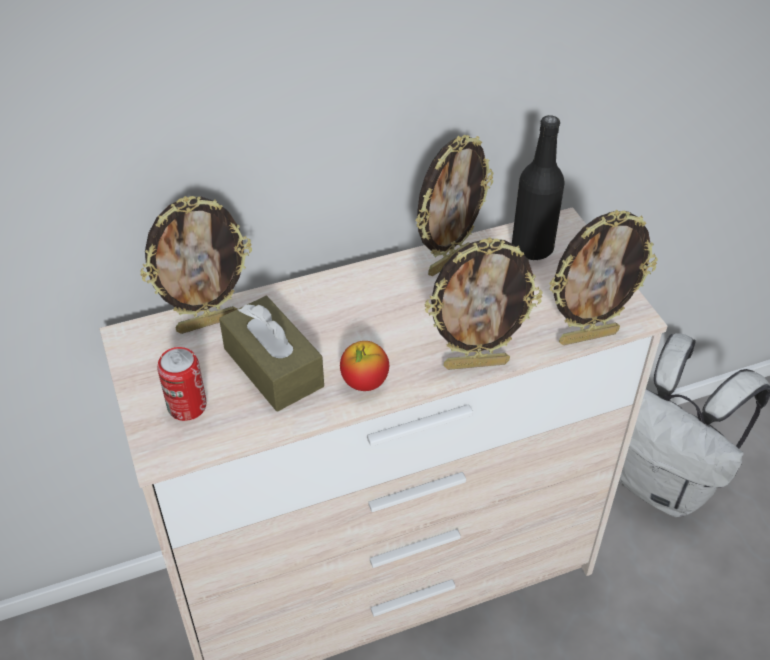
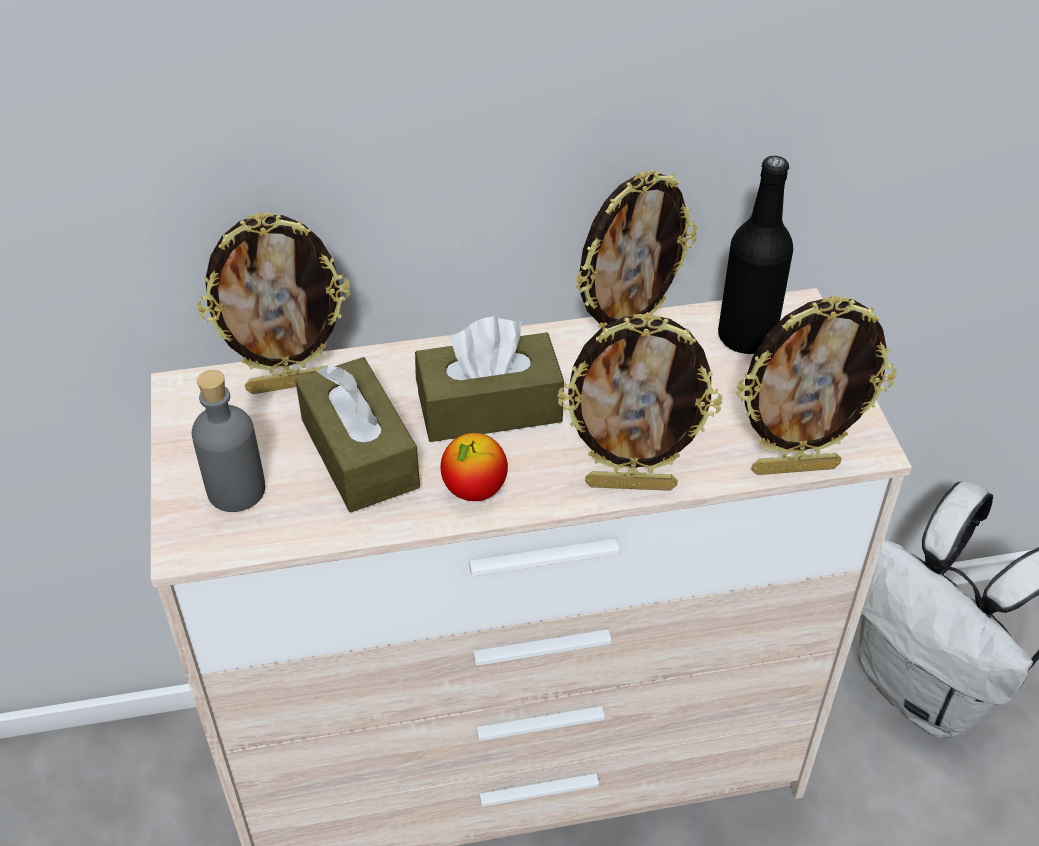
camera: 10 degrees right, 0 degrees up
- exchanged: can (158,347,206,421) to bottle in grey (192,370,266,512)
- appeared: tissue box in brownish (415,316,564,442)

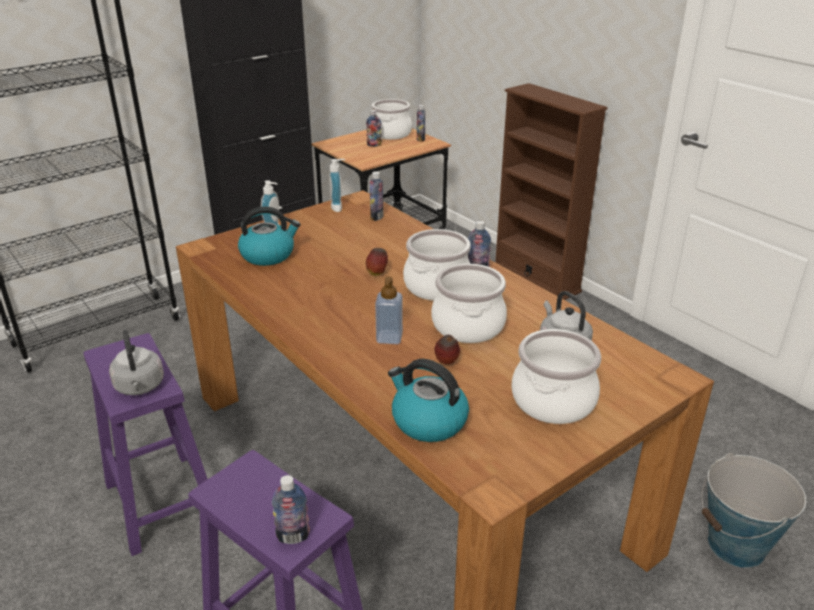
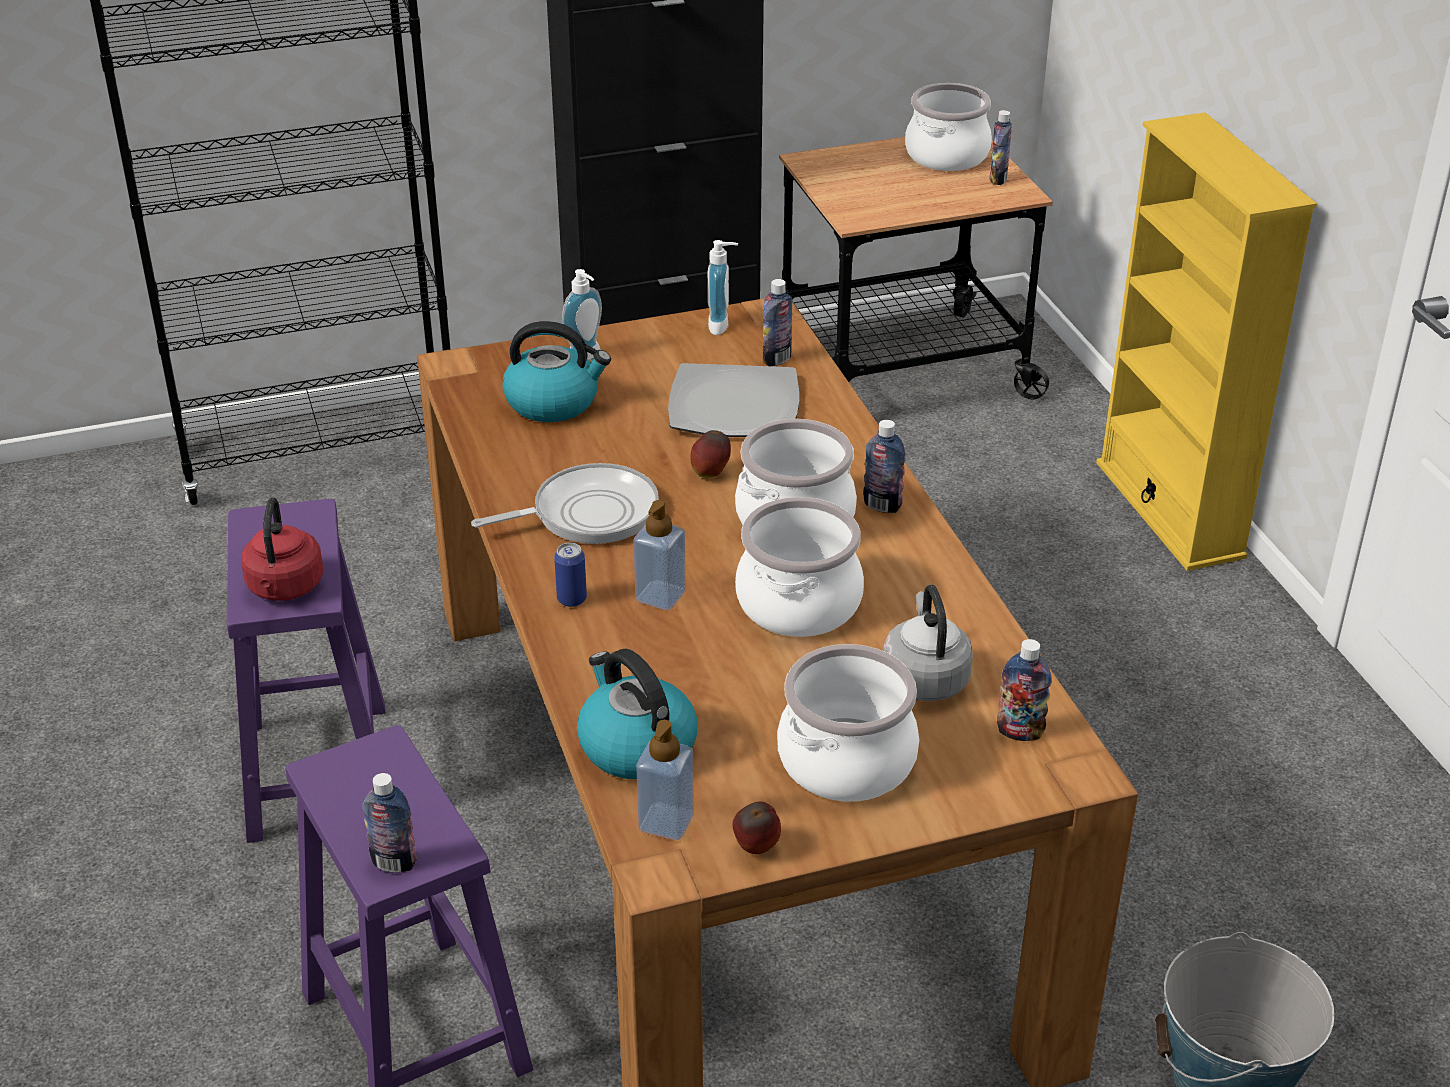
camera: 20 degrees right, 5 degrees up
- colour: bookcase in brownish (495,83,608,300) to bookcase in yellowish (1096,112,1317,571)
- relocated: bottle (366,110,382,147) to (997,639,1052,741)
- colour: kettle in grey (109,330,164,395) to kettle in red (241,497,323,601)
- relocated: whole apple (434,335,460,364) to (732,801,781,854)
- appeared: plate (668,363,799,437)
- appeared: frying pan (471,463,659,544)
- appeared: can (554,543,587,607)
- appeared: liquid soap bottle (636,720,694,840)

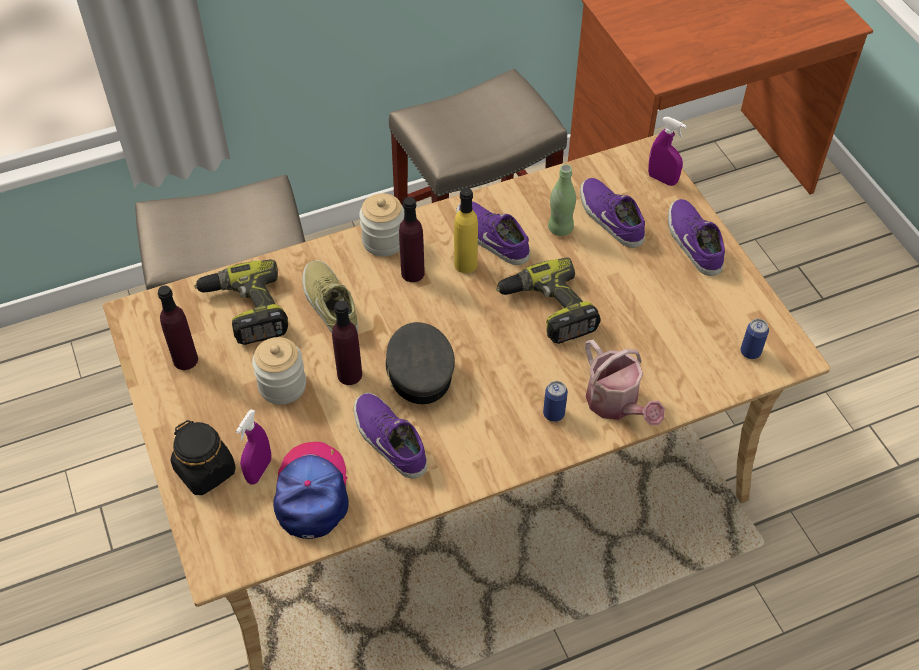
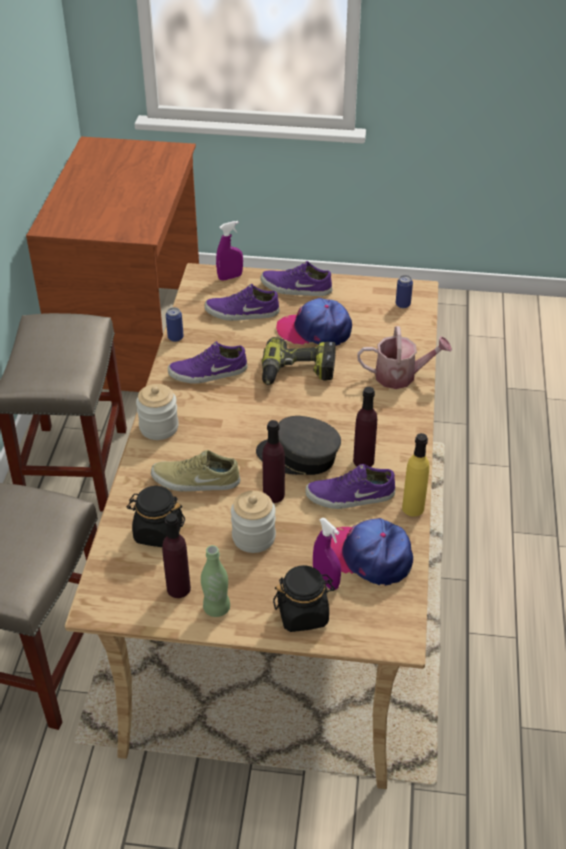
camera: 60 degrees left, 10 degrees down
- relocated: bottle in green (548,164,576,236) to (201,545,230,617)
- relocated: bottle in yellowish (454,188,478,273) to (402,433,429,517)
- relocated: bottle in purplish (399,197,425,282) to (353,387,377,467)
- exchanged: drill (194,259,288,345) to preserve jar in black (127,486,185,547)
- relocated: can (543,381,568,422) to (166,307,184,342)
- appeared: peaked cap (276,298,352,346)

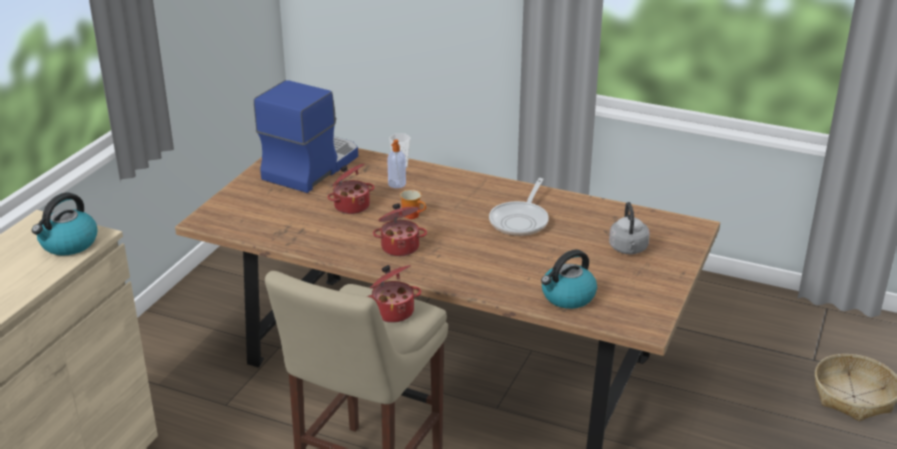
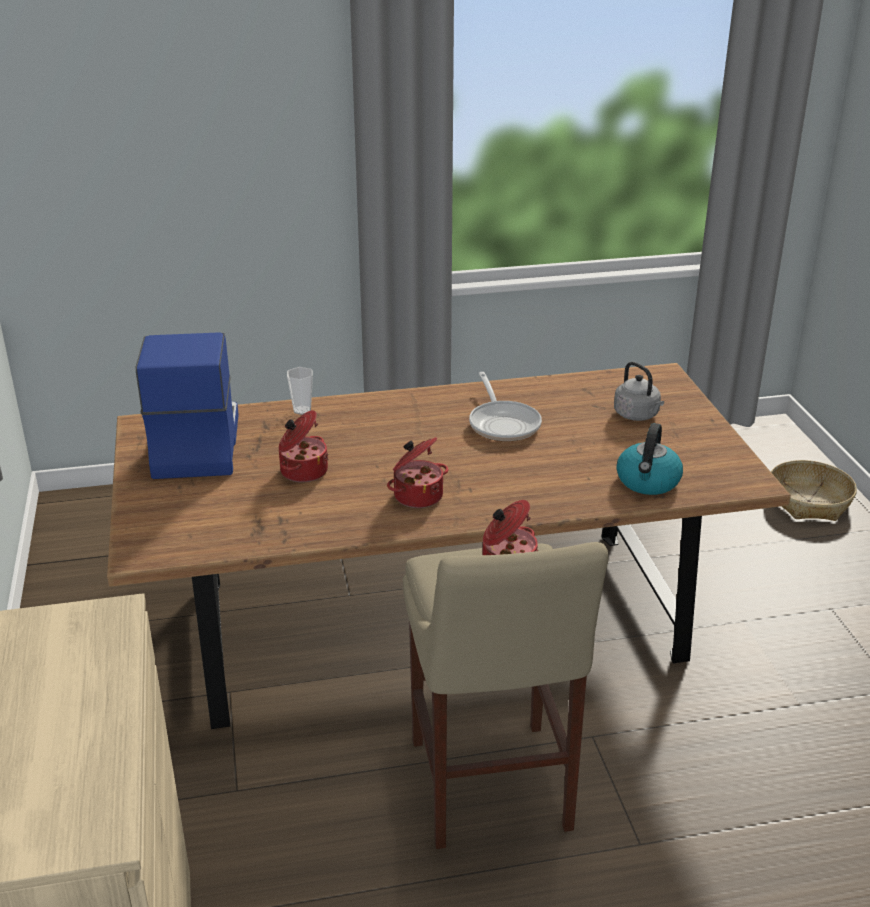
camera: 35 degrees left, 0 degrees up
- missing: liquid soap bottle (387,139,406,188)
- missing: tea mug (400,189,426,219)
- missing: kettle (32,193,97,255)

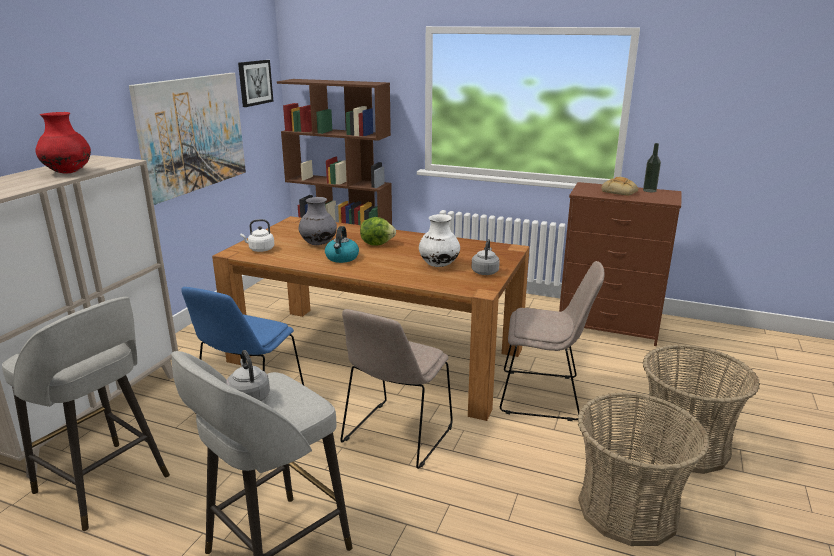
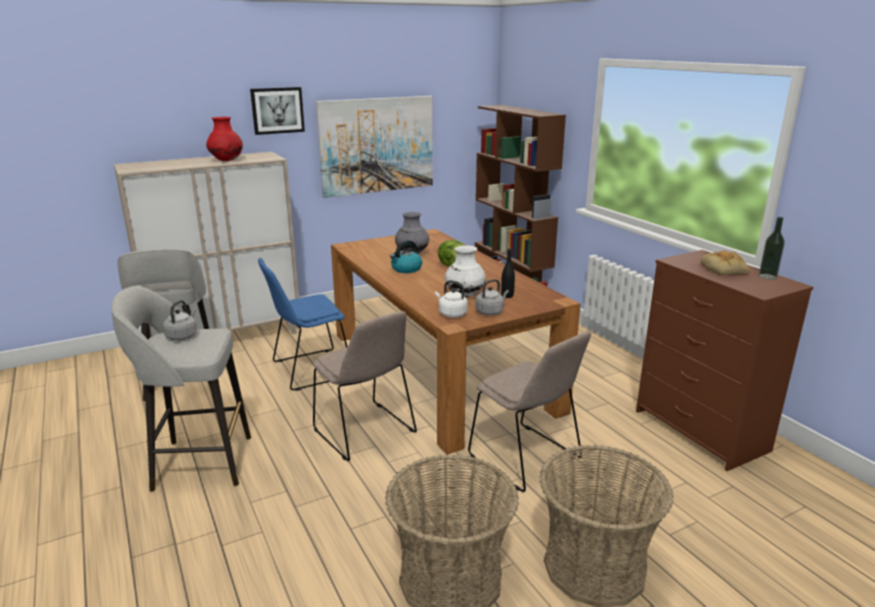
camera: 40 degrees right, 0 degrees up
- relocated: picture (238,60,273,107) to (250,87,305,135)
- relocated: kettle in whitish (240,219,274,252) to (435,280,468,318)
- spun: plain chair in beige (340,309,453,469) = (313,311,417,461) 105 degrees counterclockwise
- appeared: bottle in black (501,248,515,298)

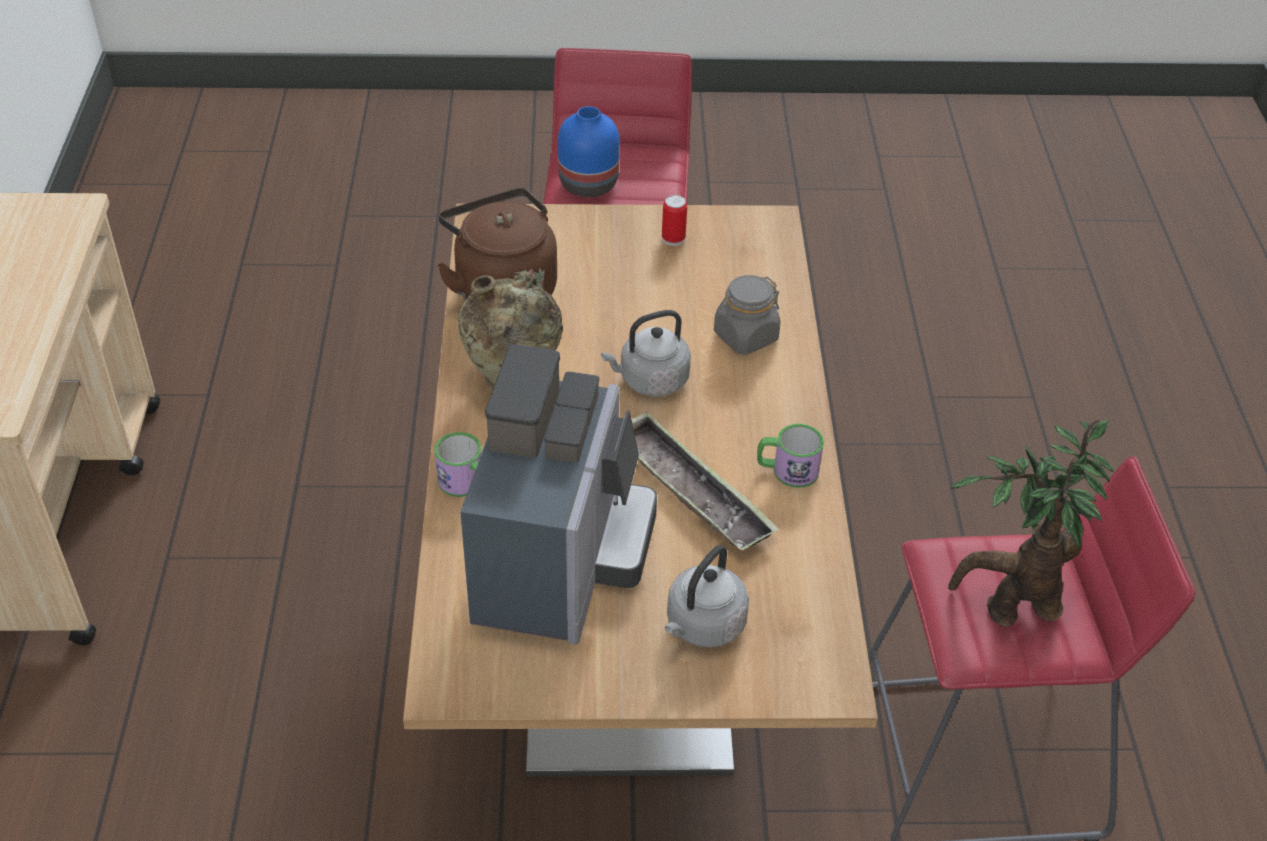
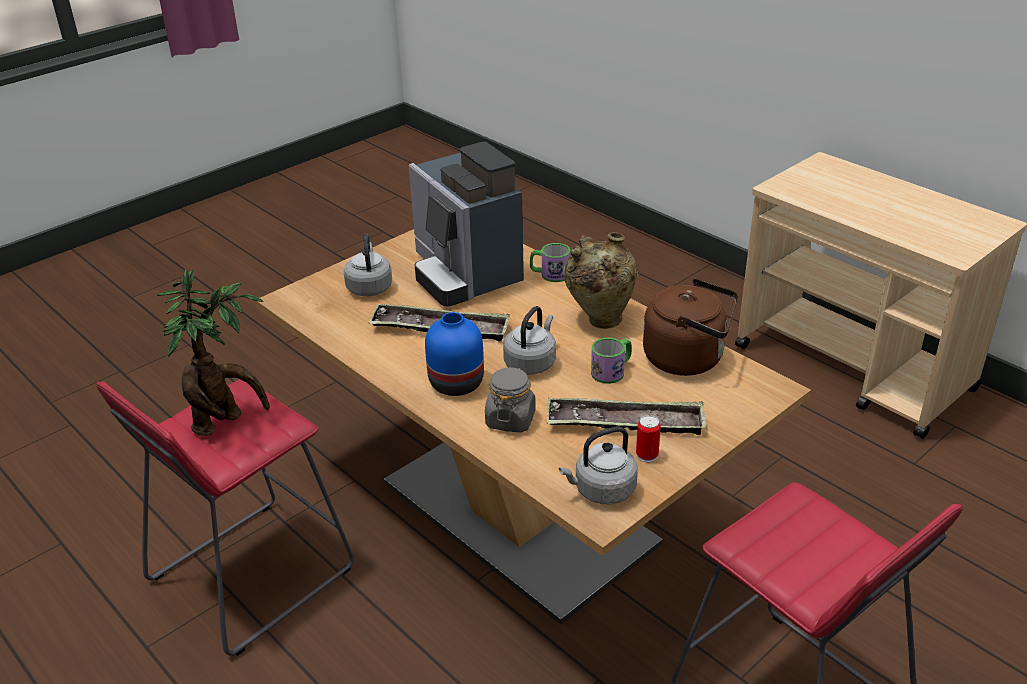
camera: 140 degrees right, 10 degrees down
- relocated: decorative vase in blue-coloured (558,106,620,197) to (425,312,484,396)
- relocated: tea mug (757,424,824,488) to (591,338,632,384)
- appeared: tray (547,398,706,435)
- appeared: kettle in grey (559,427,638,504)

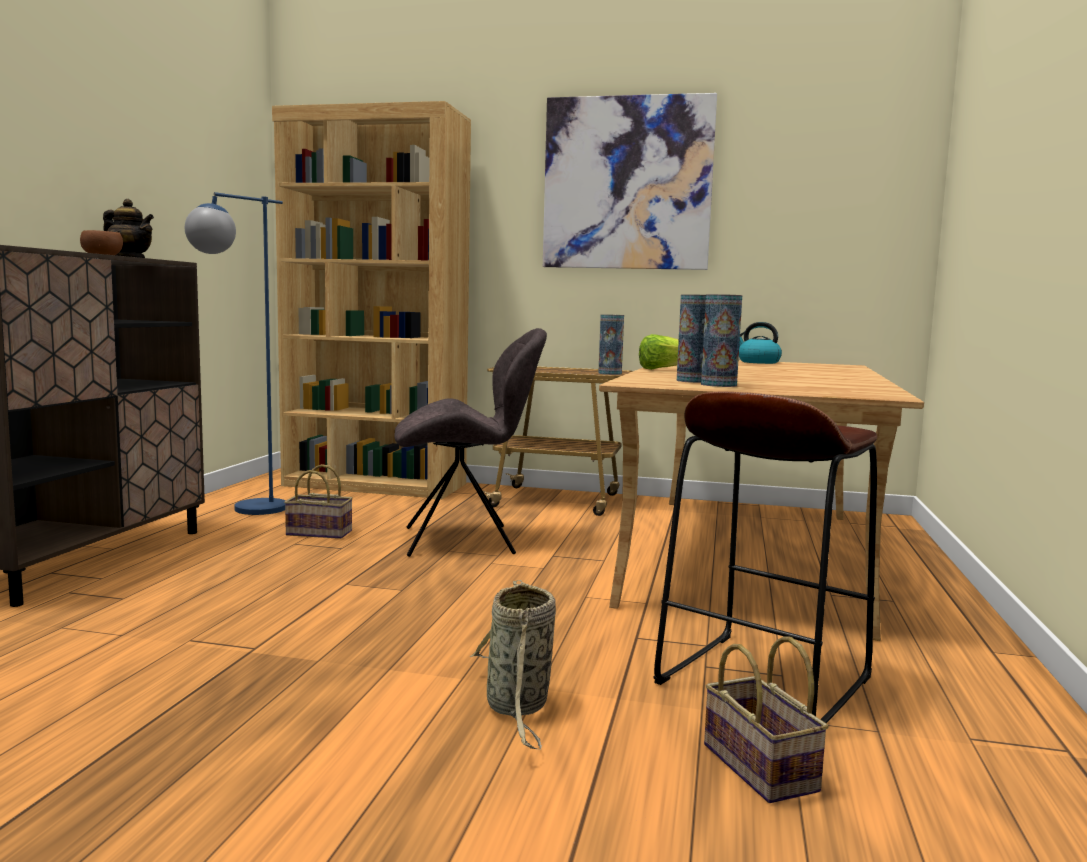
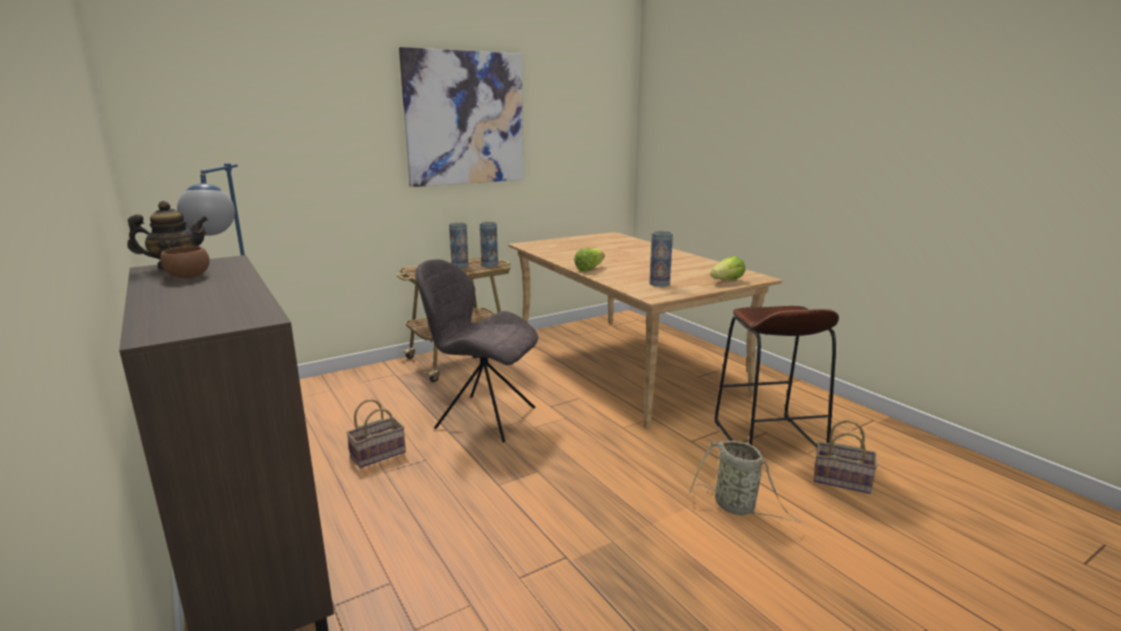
camera: 45 degrees left, 10 degrees up
- missing: bookcase in brownish (272,101,471,500)
- relocated: decorative vase (701,294,742,387) to (449,223,469,268)
- missing: kettle (739,322,782,364)
- spun: plain chair in grey (394,328,547,557) = (415,259,538,442) 105 degrees counterclockwise
- appeared: lettuce (711,256,745,280)

